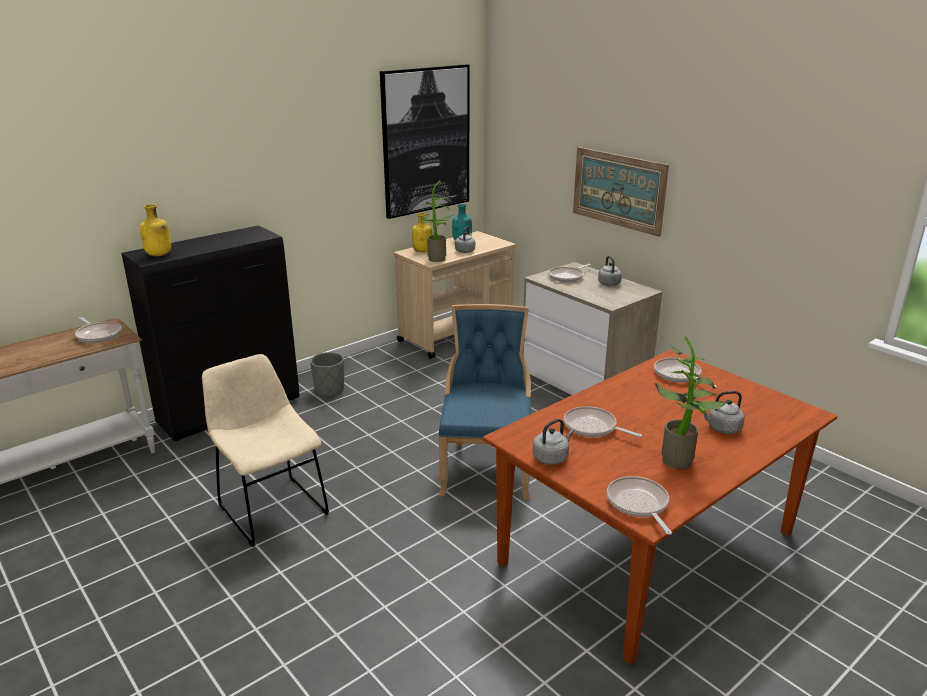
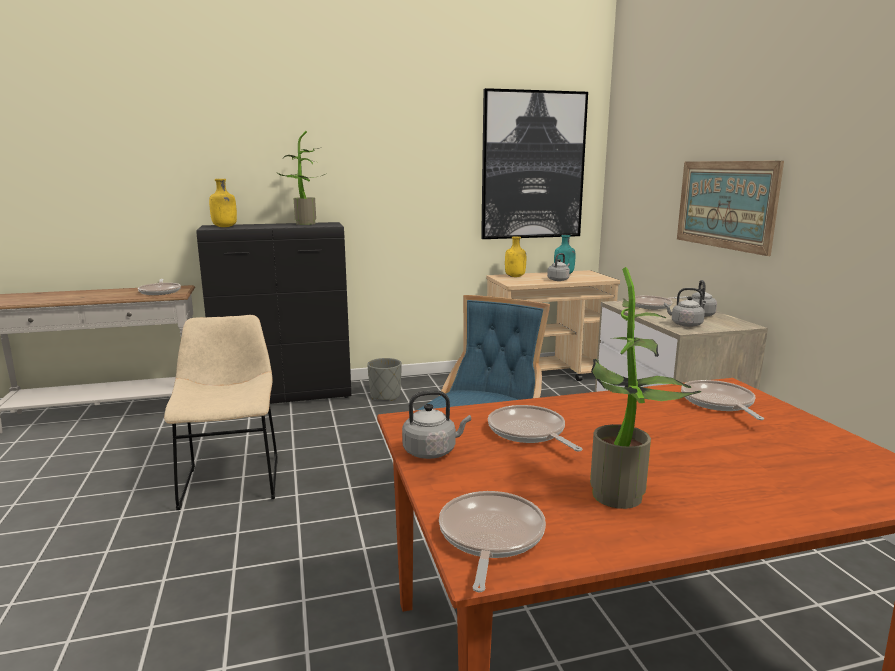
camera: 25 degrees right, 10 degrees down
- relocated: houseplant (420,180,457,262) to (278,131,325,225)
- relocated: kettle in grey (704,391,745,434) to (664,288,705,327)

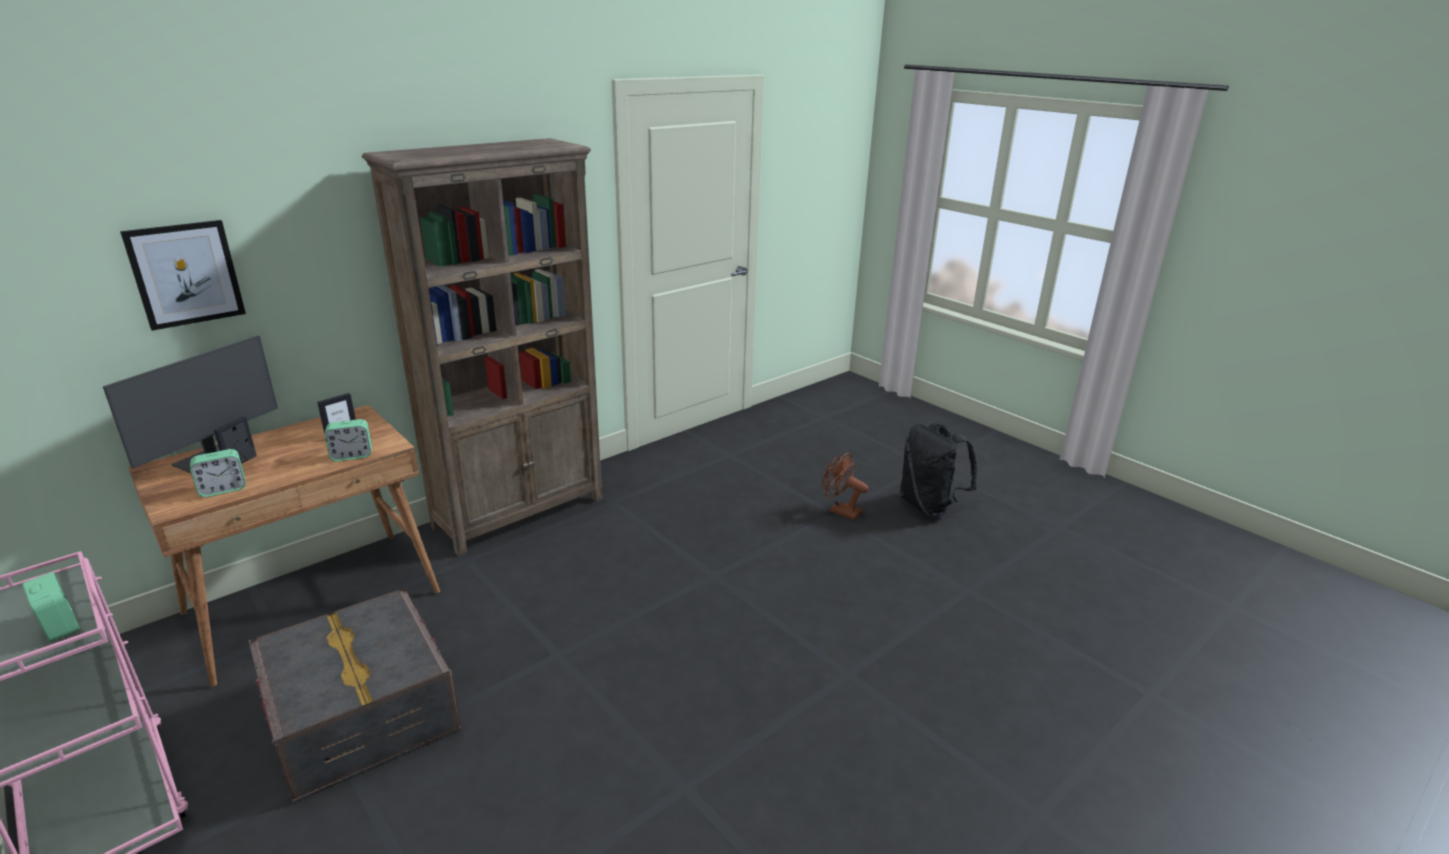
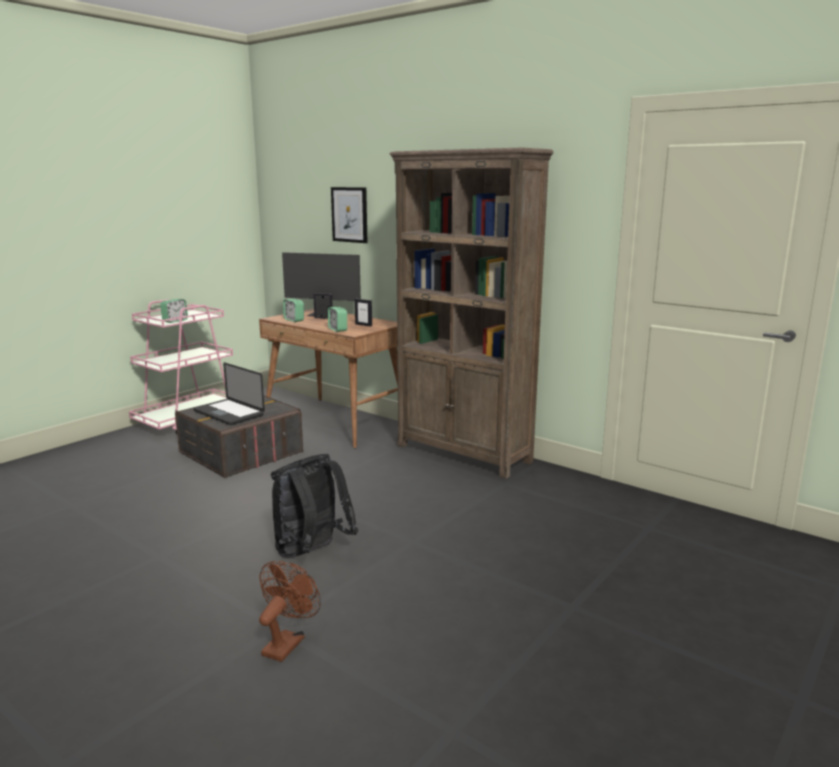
camera: 80 degrees right, 10 degrees down
- relocated: rucksack in black (900,423,977,519) to (271,454,358,558)
- relocated: electric fan in brownish (822,453,869,520) to (259,561,321,662)
- appeared: notebook computer (194,362,265,425)

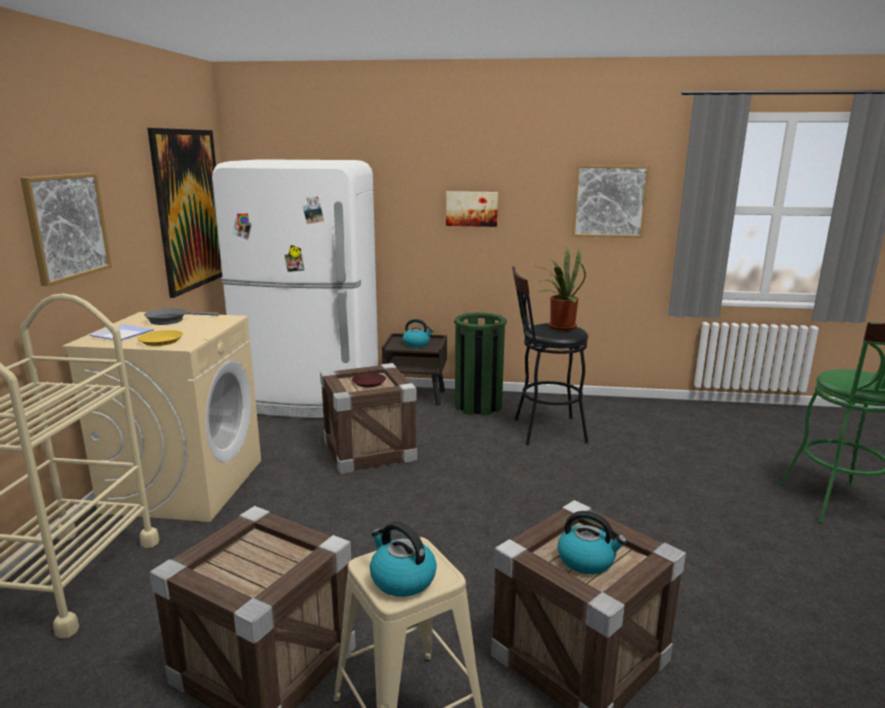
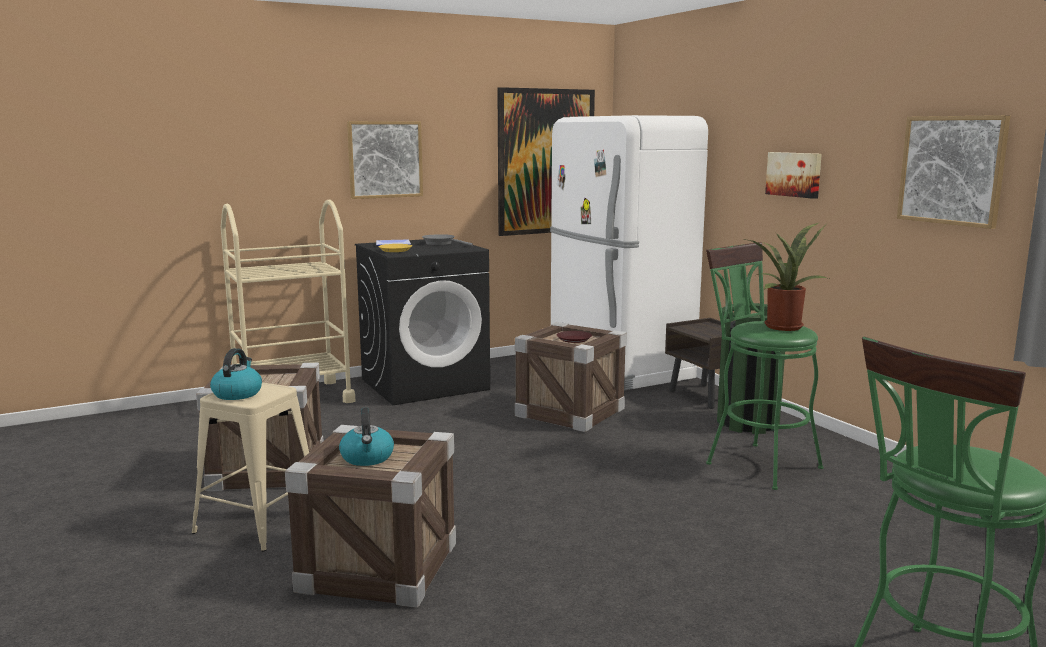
camera: 55 degrees right, 5 degrees down
- colour: sitting stool in black (512,266,589,445) to sitting stool in green (706,242,824,490)
- colour: washing machine in beige (62,312,261,522) to washing machine in black (355,239,490,405)
- missing: kettle (403,319,434,347)

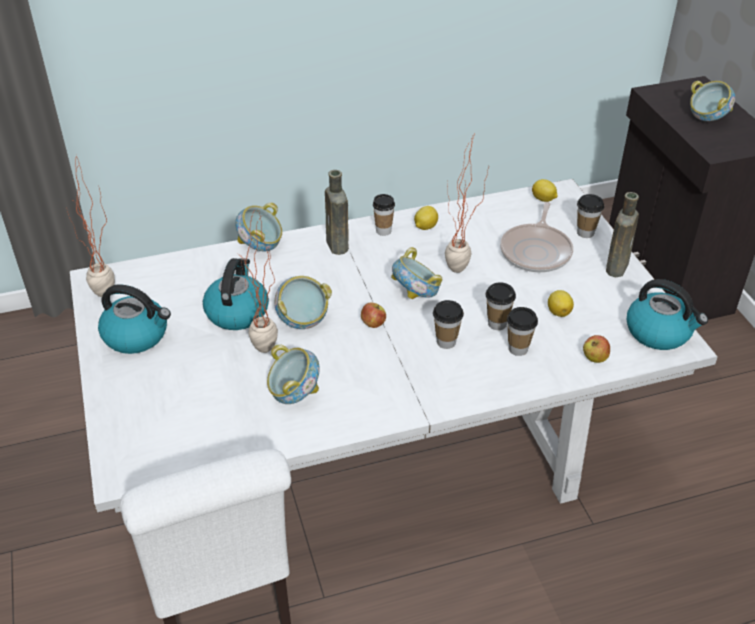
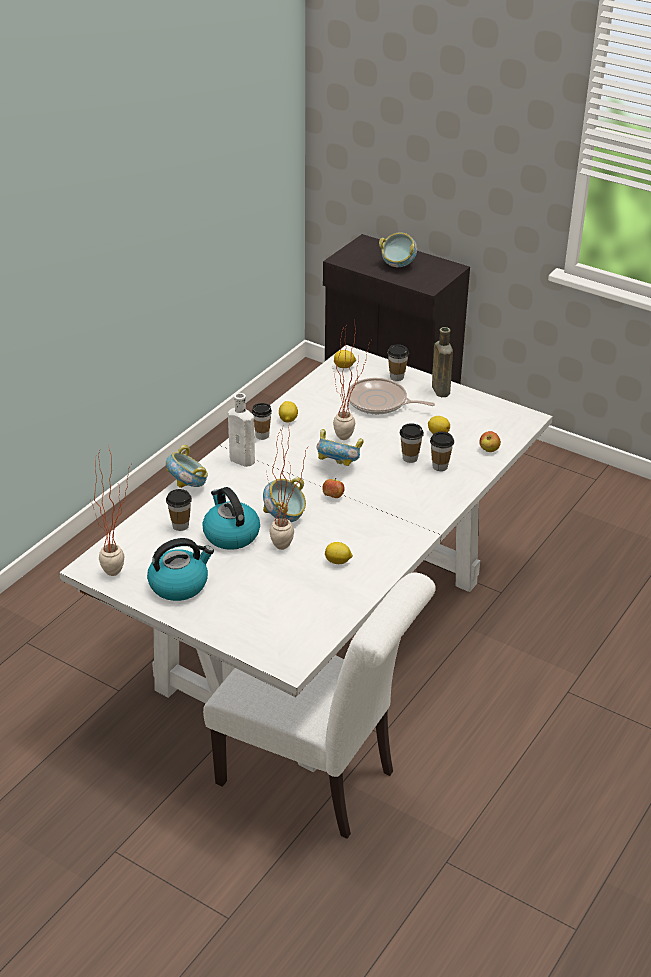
camera: 40 degrees left, 5 degrees down
- colour: bottle in brownish (325,170,349,255) to bottle in whitish (228,393,255,467)
- spun: frying pan (500,202,573,272) = (347,378,435,414) 135 degrees clockwise
- missing: kettle (627,279,708,350)
- relocated: drinking cup (433,300,464,349) to (166,489,192,531)
- exchanged: serving bowl (267,344,320,404) to whole lemon (325,542,353,564)

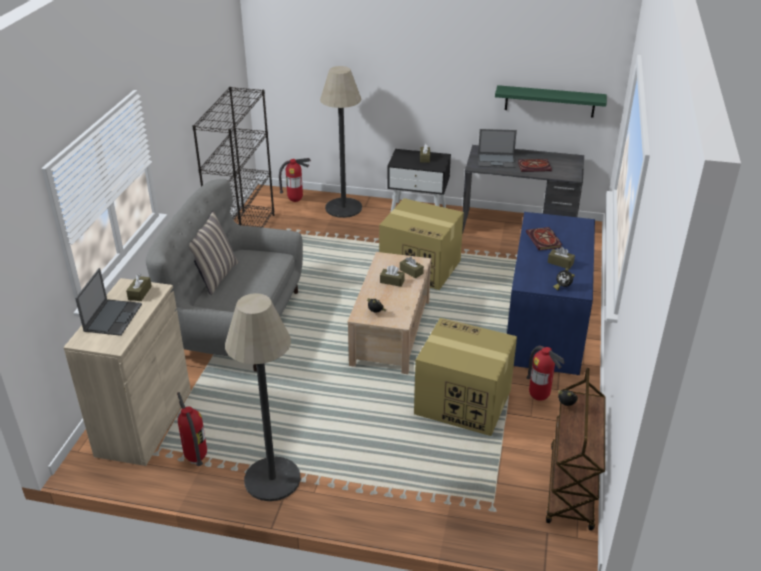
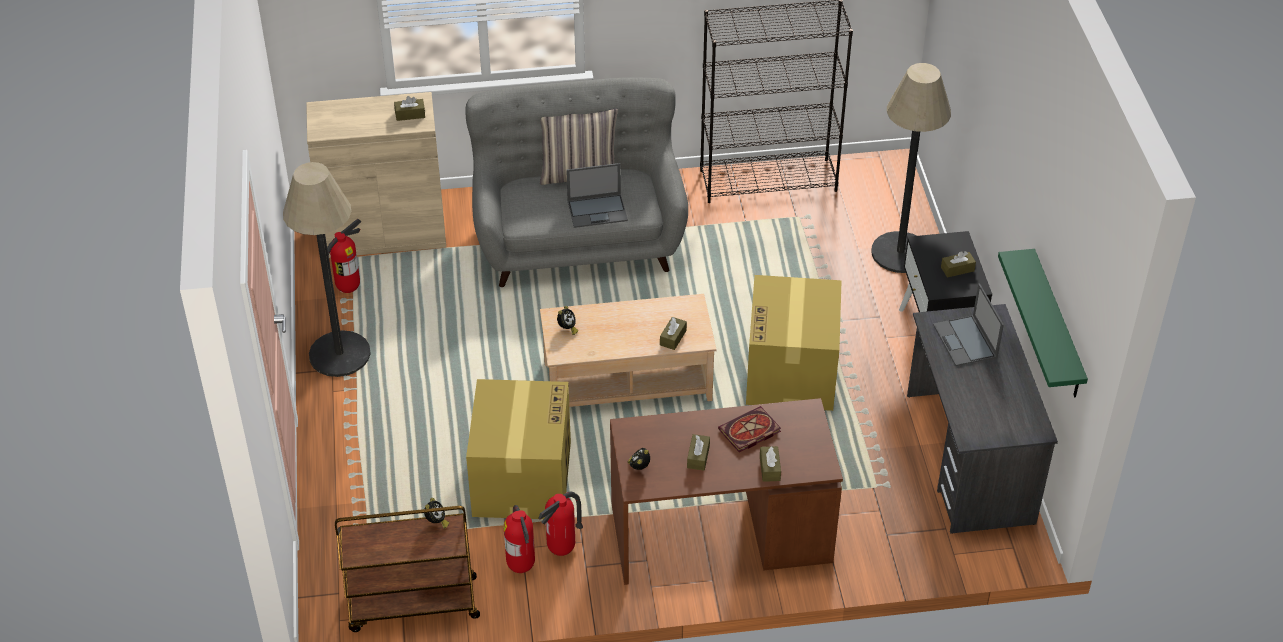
camera: 70 degrees right, 10 degrees up
- relocated: fire extinguisher (279,158,311,202) to (503,505,535,573)
- missing: volume (518,159,552,172)
- colour: desk in blue-coloured (507,212,595,375) to desk in brownish (610,398,843,585)
- relocated: tissue box in brownish (380,265,405,287) to (760,446,781,482)
- relocated: notebook computer (75,268,142,336) to (566,163,628,228)

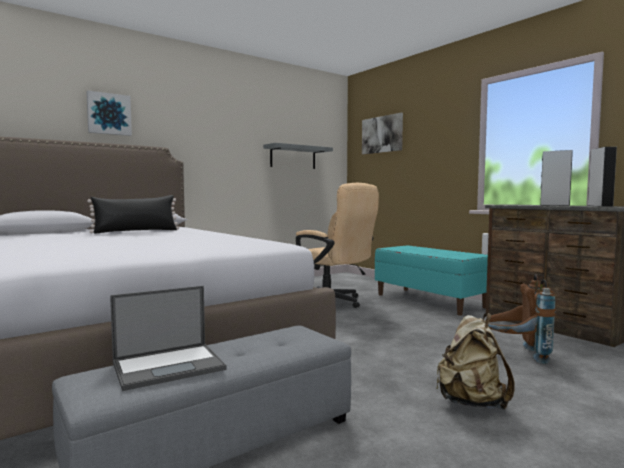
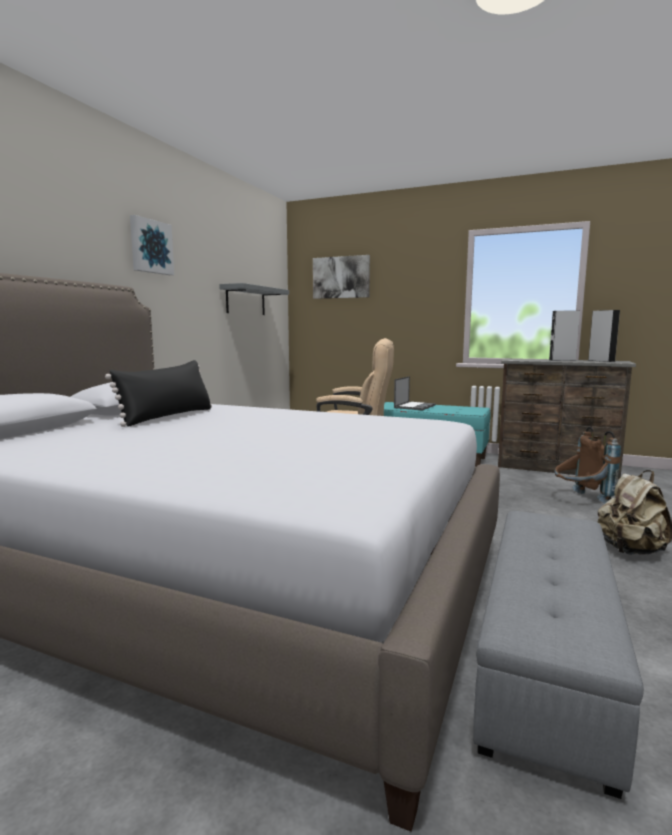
camera: 30 degrees left, 5 degrees up
- relocated: picture (86,90,132,136) to (130,215,174,275)
- relocated: notebook computer (110,286,227,391) to (394,376,436,411)

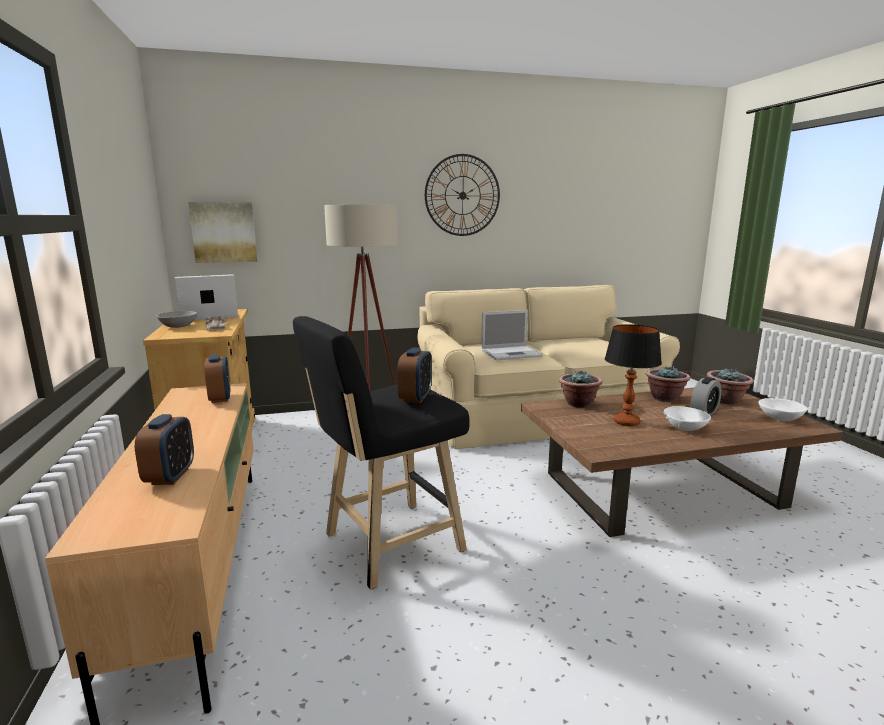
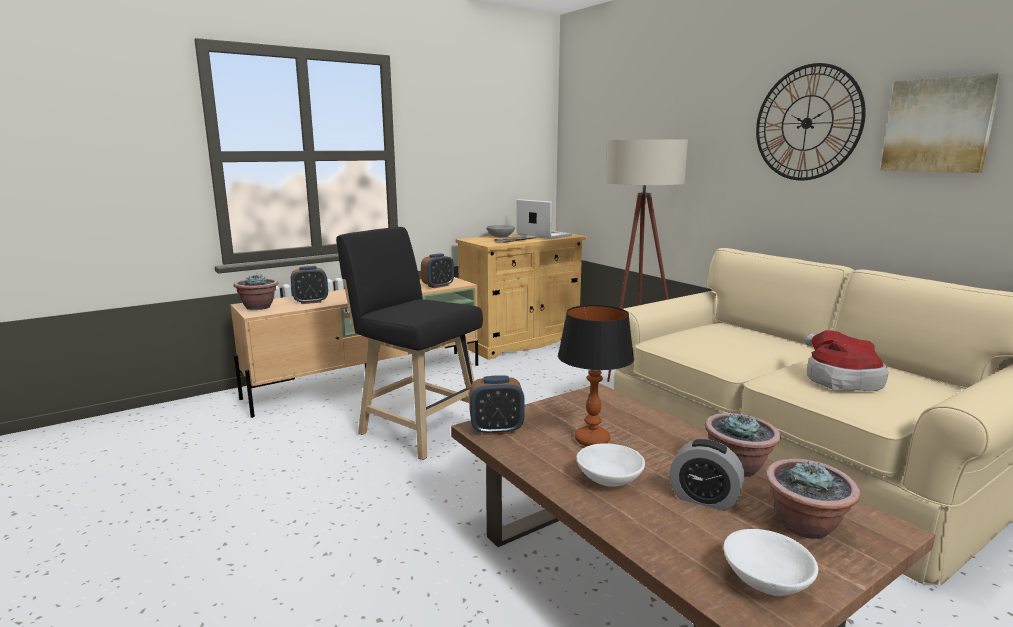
camera: 70 degrees right, 0 degrees up
- relocated: picture (188,202,257,263) to (880,73,1002,173)
- missing: notebook computer (481,310,543,360)
- relocated: table clock (397,347,432,403) to (469,375,525,435)
- relocated: houseplant (559,371,603,408) to (234,274,278,310)
- appeared: wearable hat (804,330,888,391)

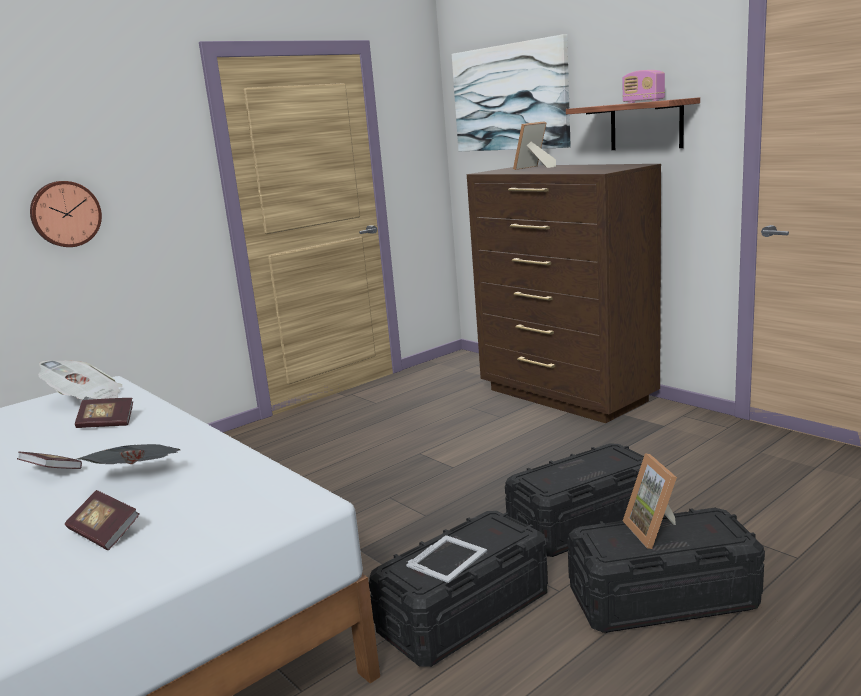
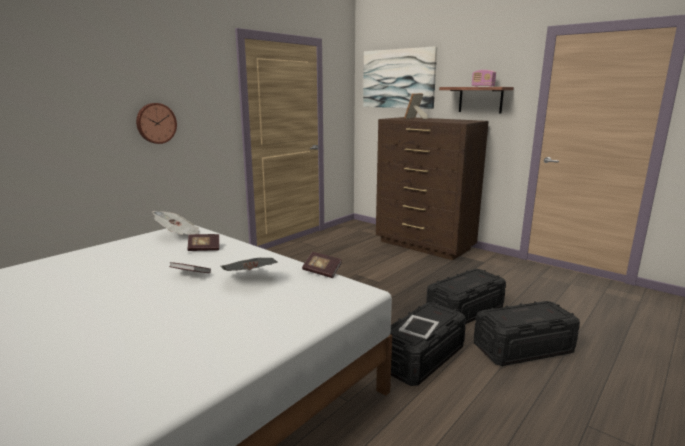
camera: 10 degrees left, 0 degrees up
- missing: picture frame (623,453,677,549)
- relocated: volume (65,490,139,550) to (302,252,342,278)

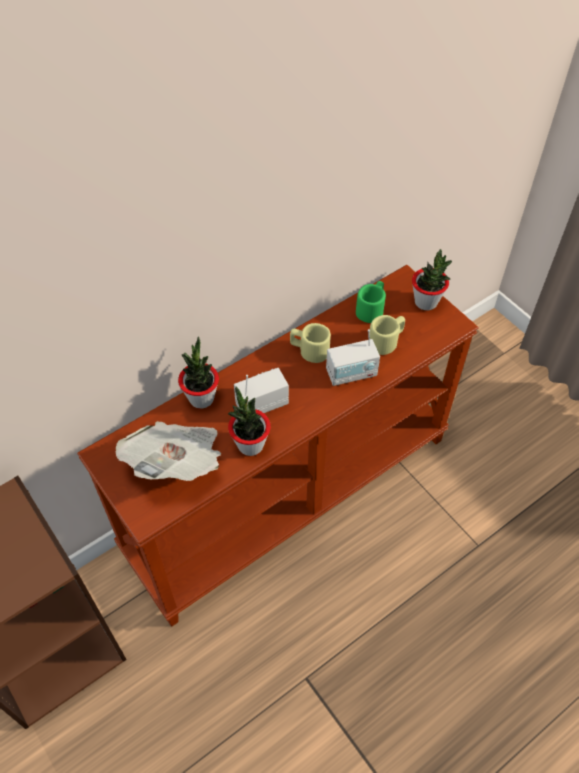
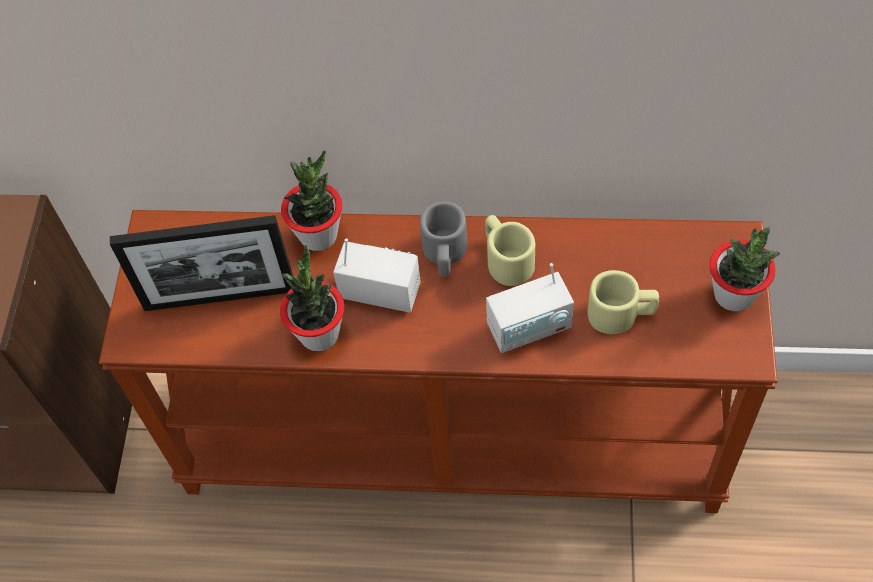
camera: 45 degrees right, 5 degrees up
- missing: tea mug in green (356,281,386,323)
- spun: radio receiver (326,329,380,386) = (486,263,574,353) 45 degrees counterclockwise
- exchanged: newspaper (116,421,221,481) to picture frame (110,215,293,311)
- appeared: tea mug in grey (420,201,467,277)

